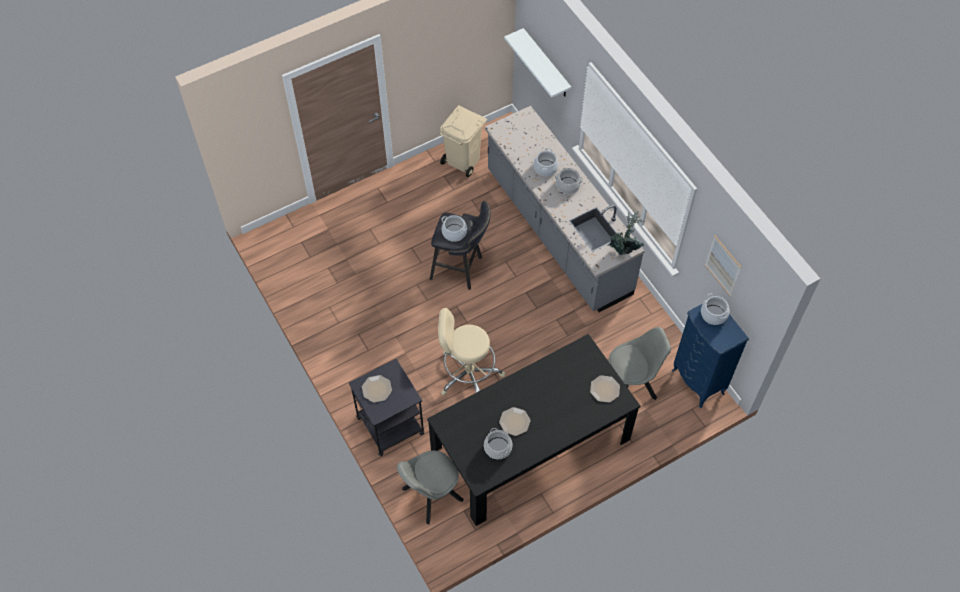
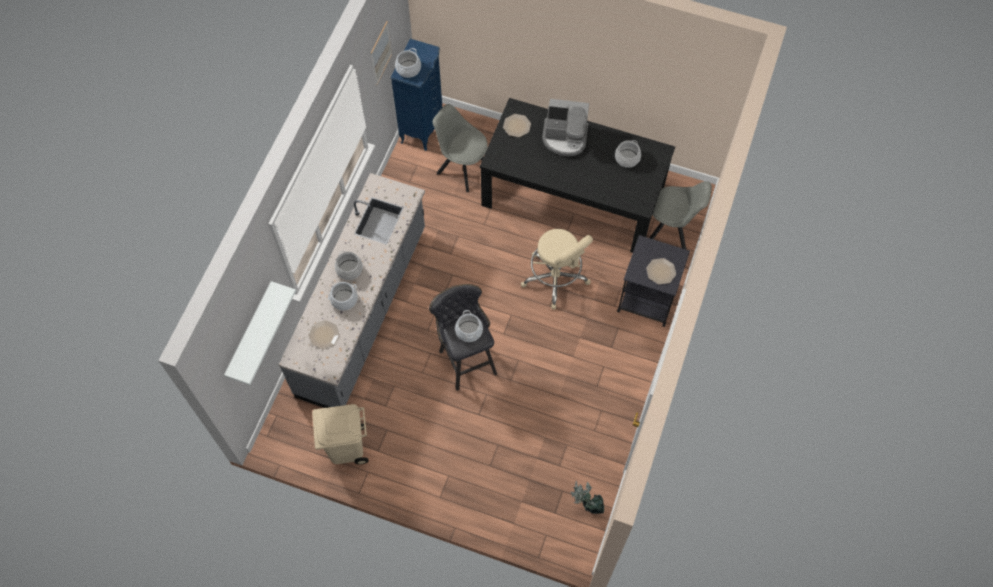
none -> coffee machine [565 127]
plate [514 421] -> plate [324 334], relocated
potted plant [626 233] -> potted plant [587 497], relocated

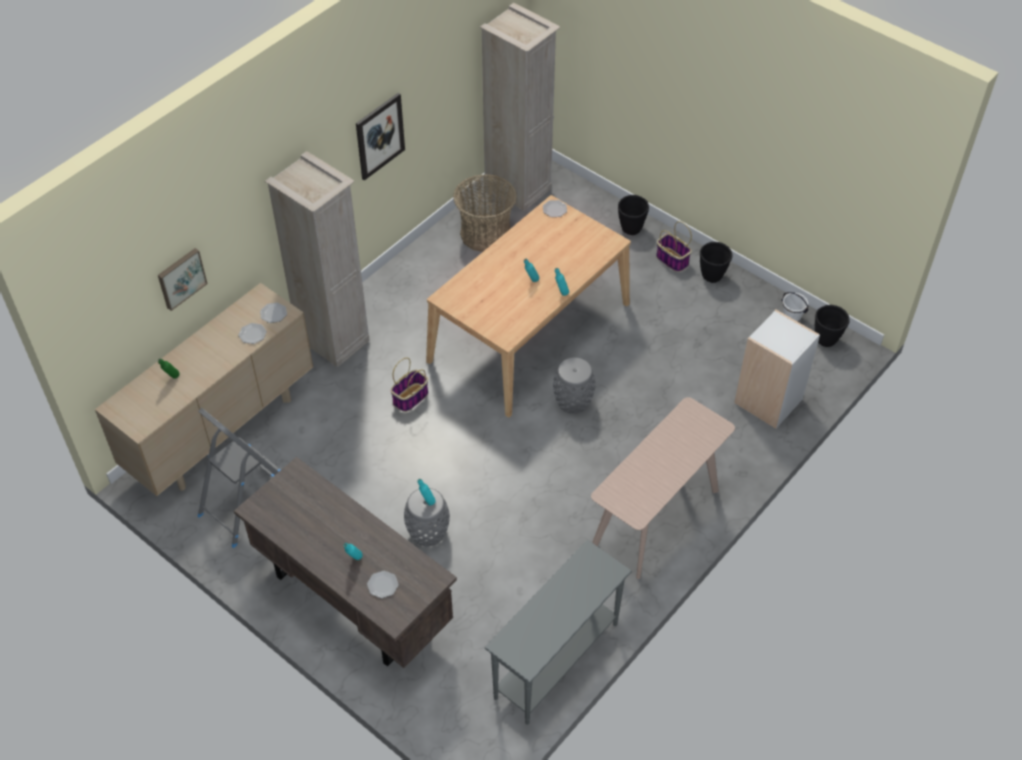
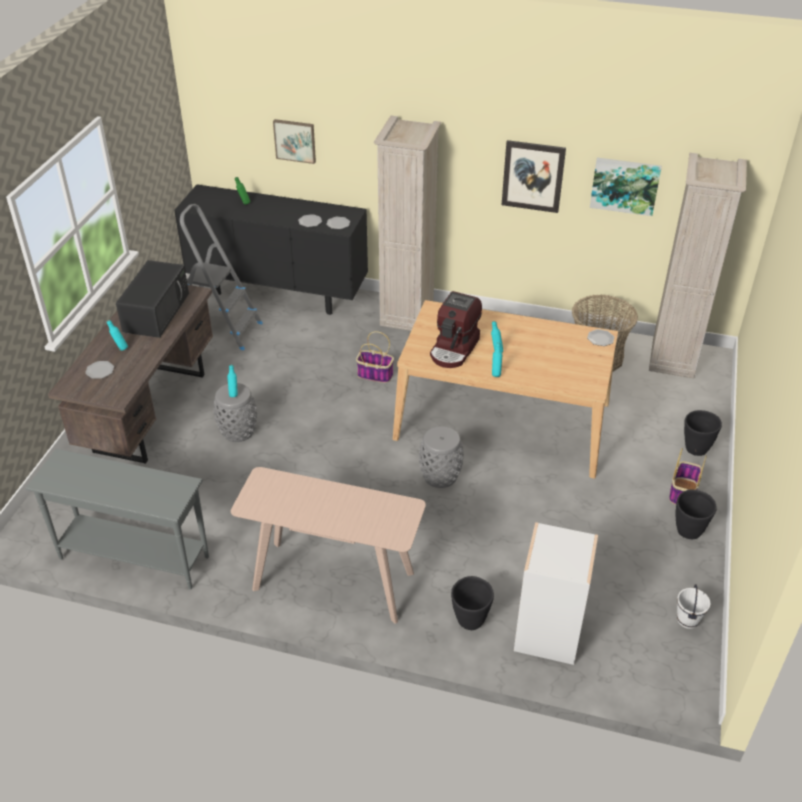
none -> black microwave [152 299]
none -> coffee machine [456 329]
none -> picture [626 187]
black planter [832 326] -> black planter [472 603], relocated
beige dresser [204 389] -> black dresser [271 250]

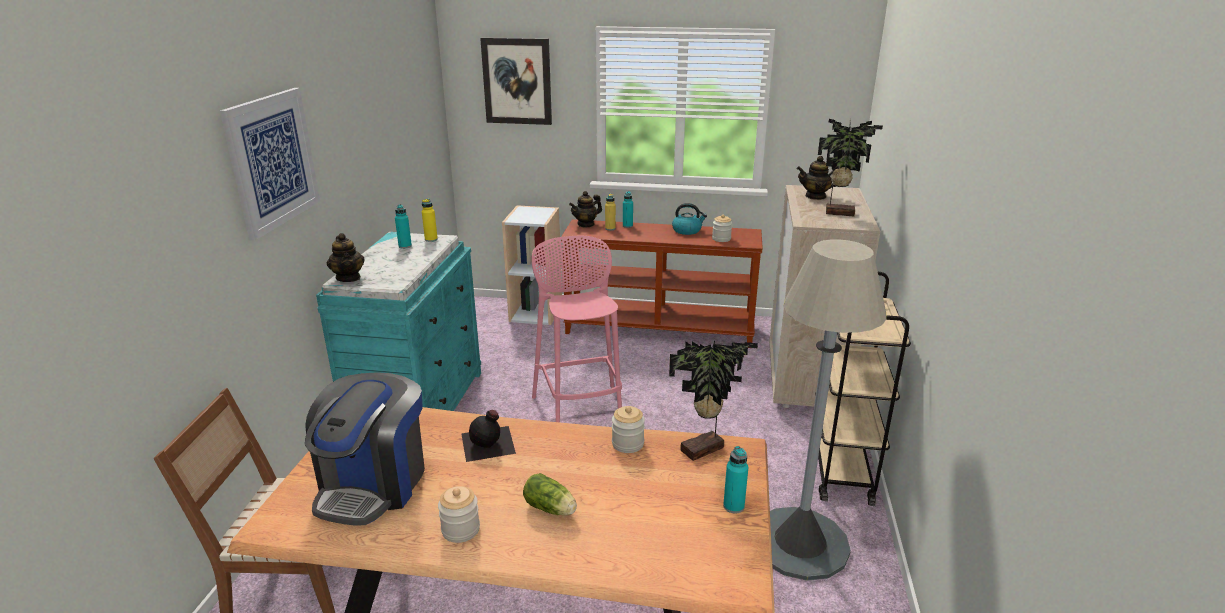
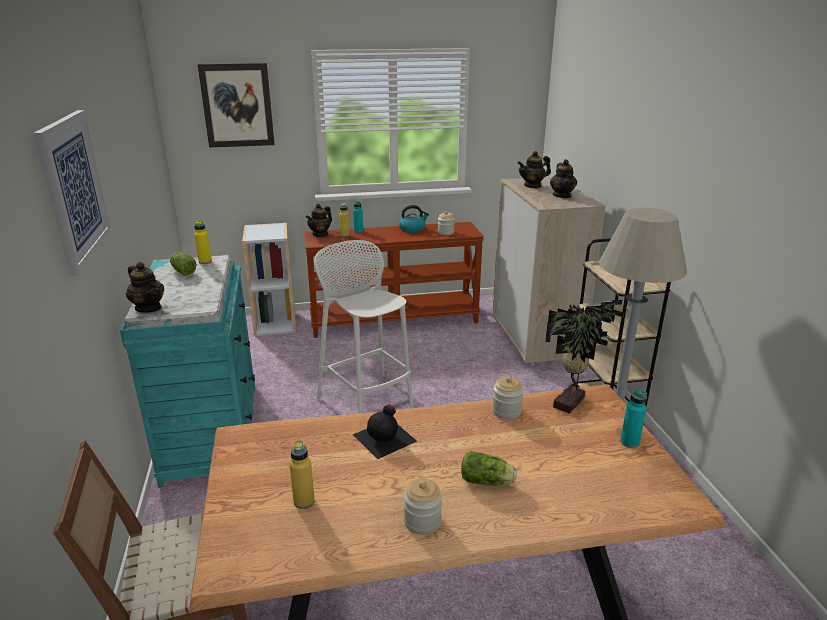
coffee machine [365 449] -> yellow bottle [302 474]
turquoise bottle [403 226] -> lettuce [183 263]
potted plant [850 168] -> teapot [563 178]
pink stool [576 329] -> white stool [364 327]

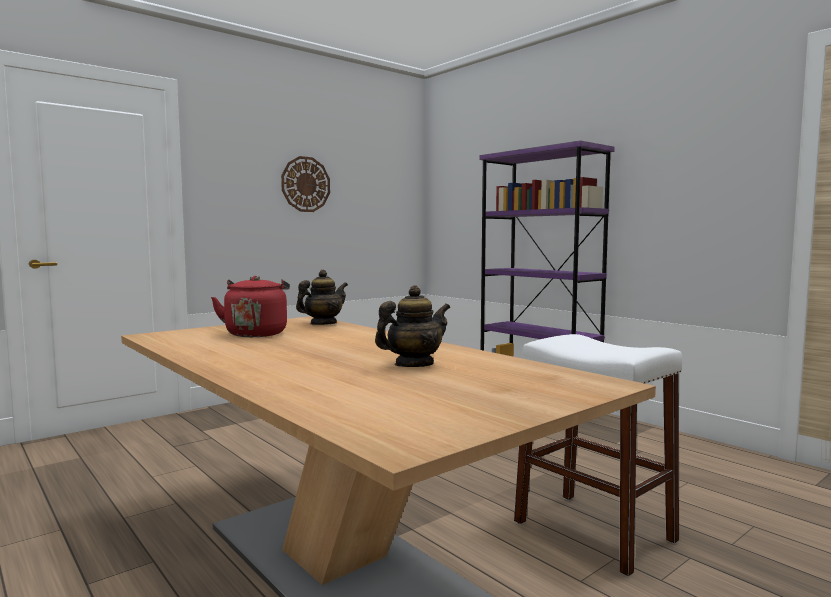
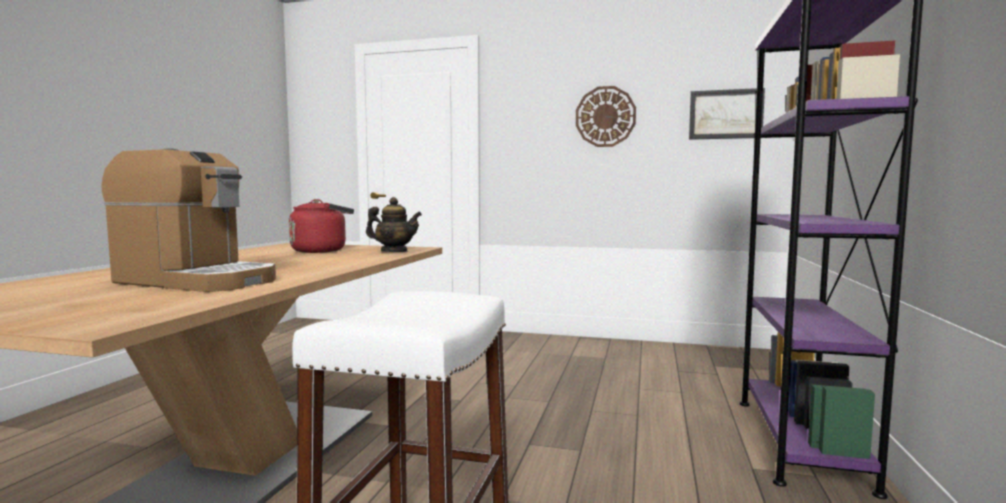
none -> picture [727 114]
teapot [412 326] -> coffee machine [188 220]

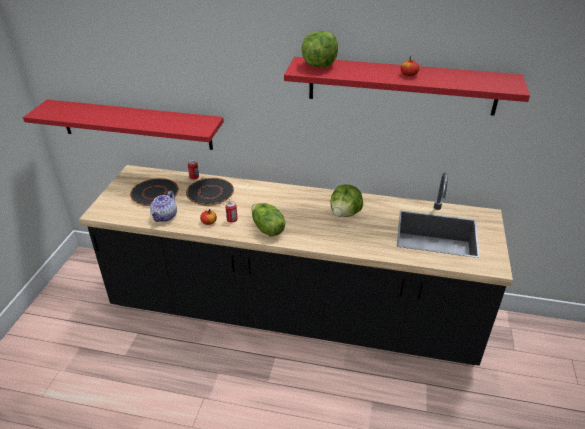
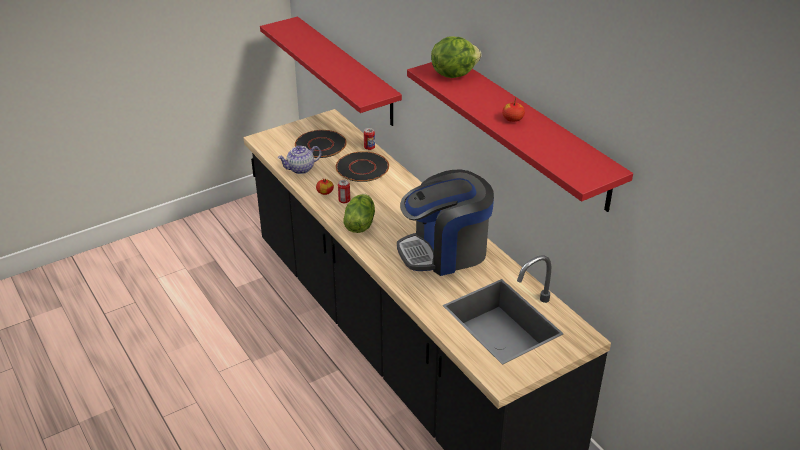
lettuce [346 200] -> coffee machine [445 222]

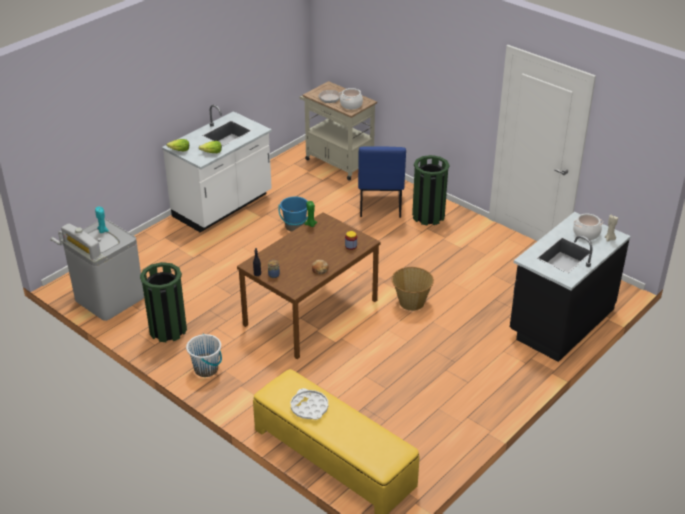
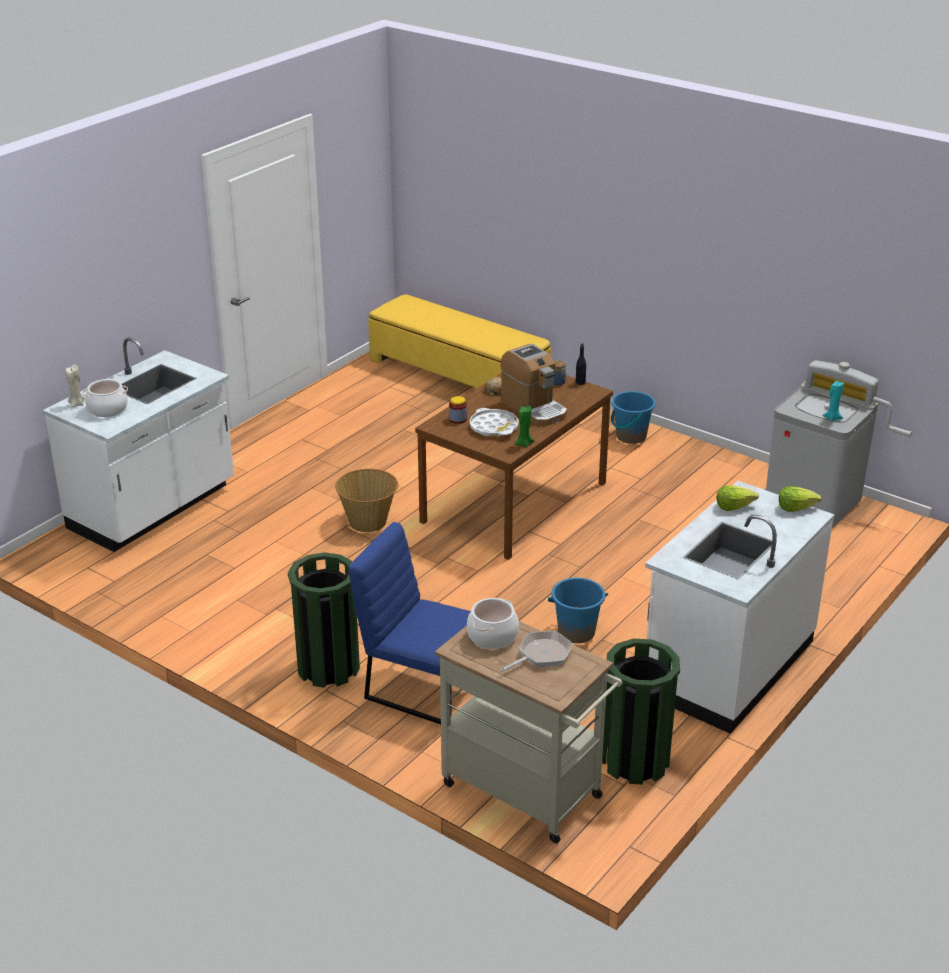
none -> coffee machine [534 385]
green trash can [163 302] -> green trash can [641 712], relocated
white tray [309 404] -> white tray [494 422], relocated
white bucket [204 355] -> blue bucket [633 417]
black counter [570 287] -> white counter [138 444]
blue chair [382 182] -> blue chair [410 623], 60 degrees counterclockwise

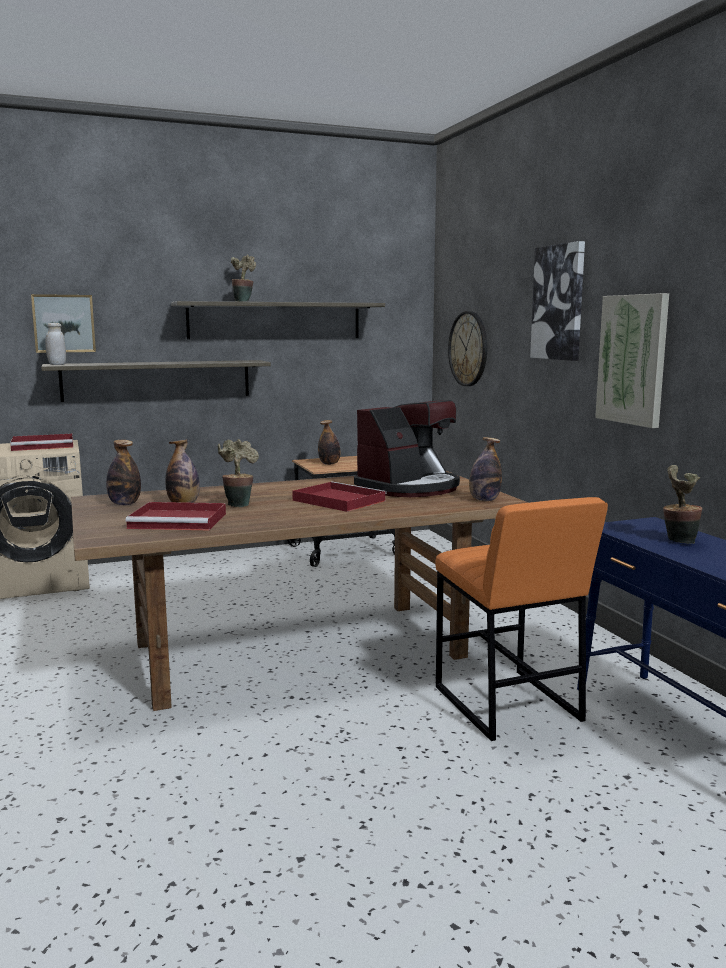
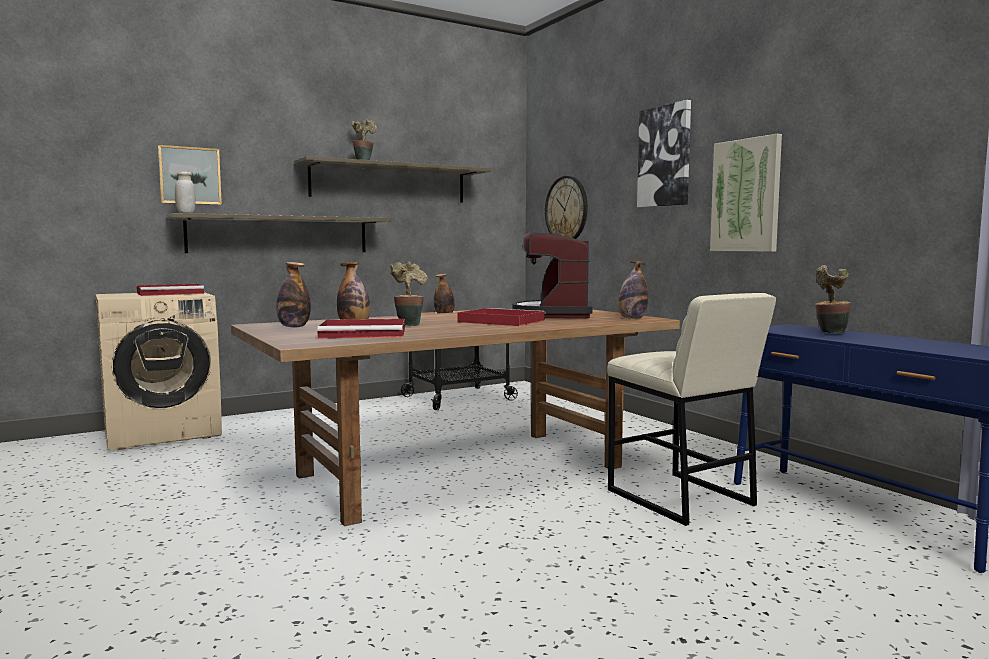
orange chair [521 619] -> beige chair [691 409]
coffee machine [407 448] -> coffee machine [552 275], 150 degrees clockwise

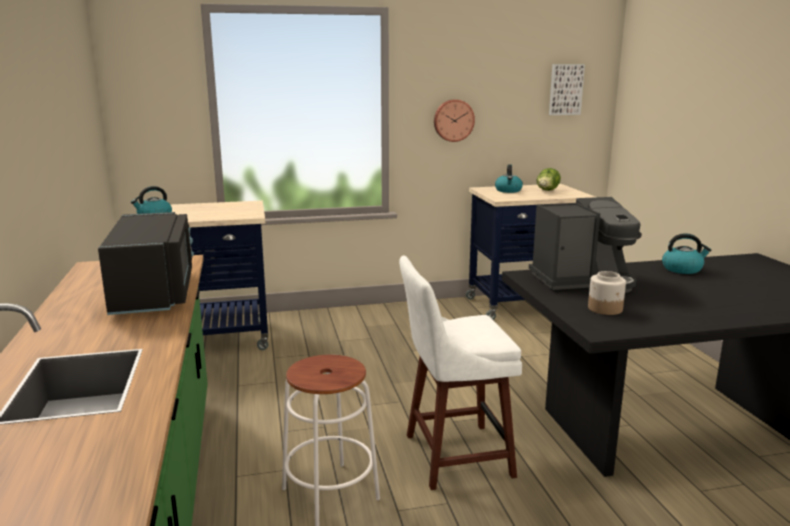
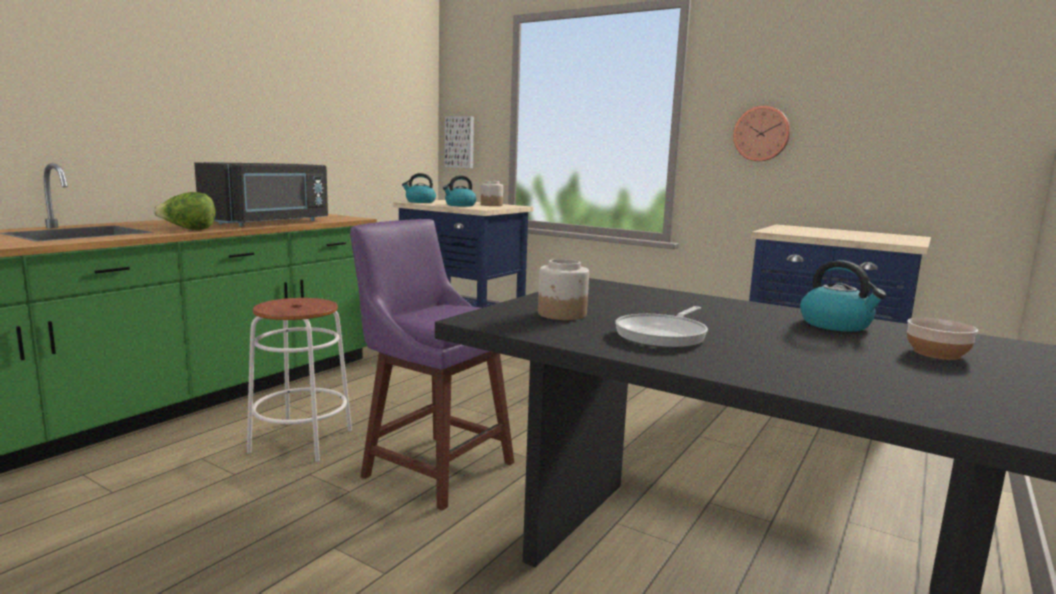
coffee machine [585 245] -> none
none -> jar [492 193]
none -> frying pan [661 327]
none -> bowl [942 339]
kettle [509 178] -> kettle [459 191], relocated
lettuce [548 179] -> lettuce [184 211], relocated
picture [567 89] -> picture [459 142], relocated
white chair [460 373] -> purple chair [432 365]

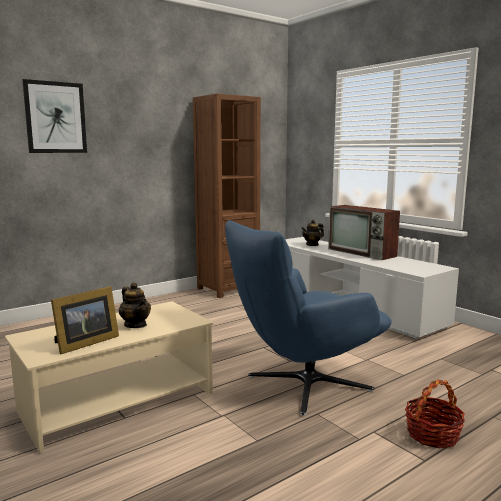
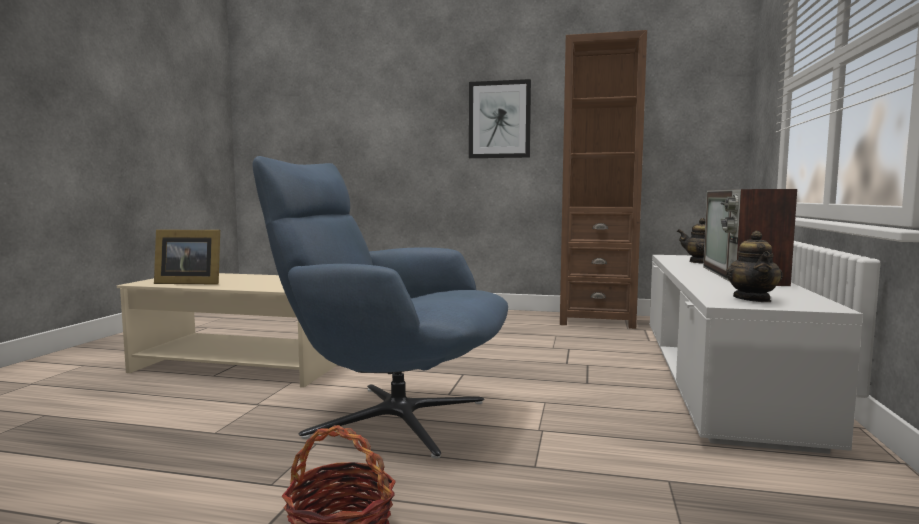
picture [54 116] -> picture [500 118], relocated
teapot [135 305] -> teapot [754 266], relocated

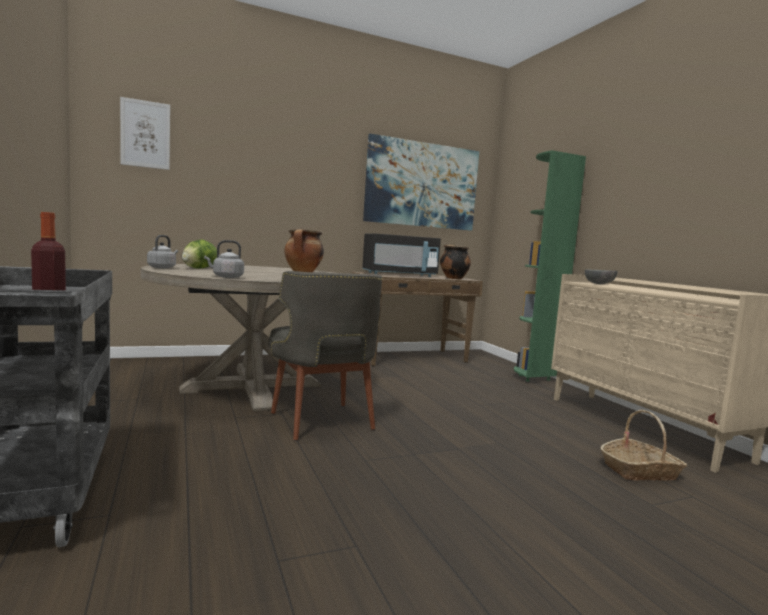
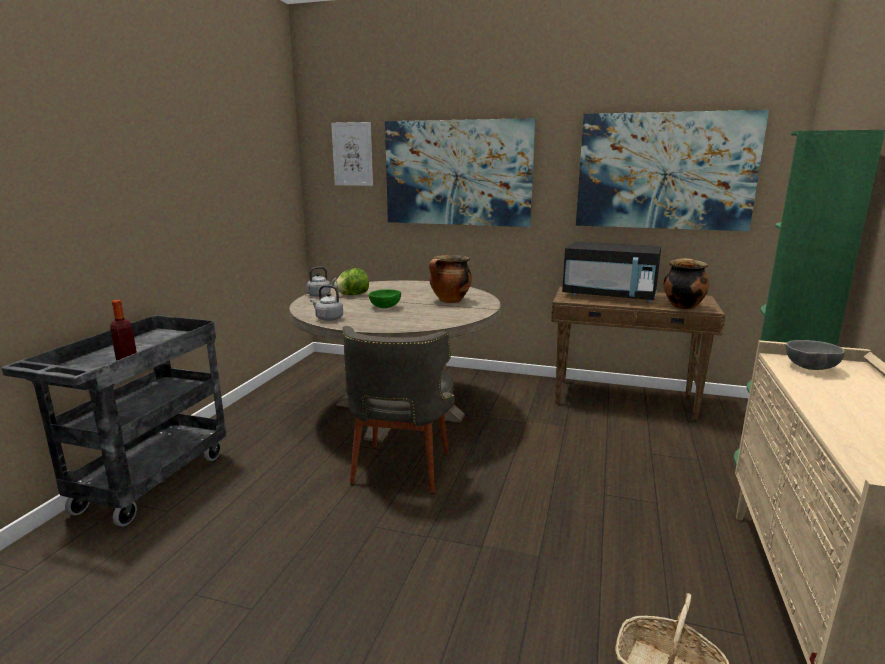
none -> green bowl [385 298]
none -> picture [460 172]

